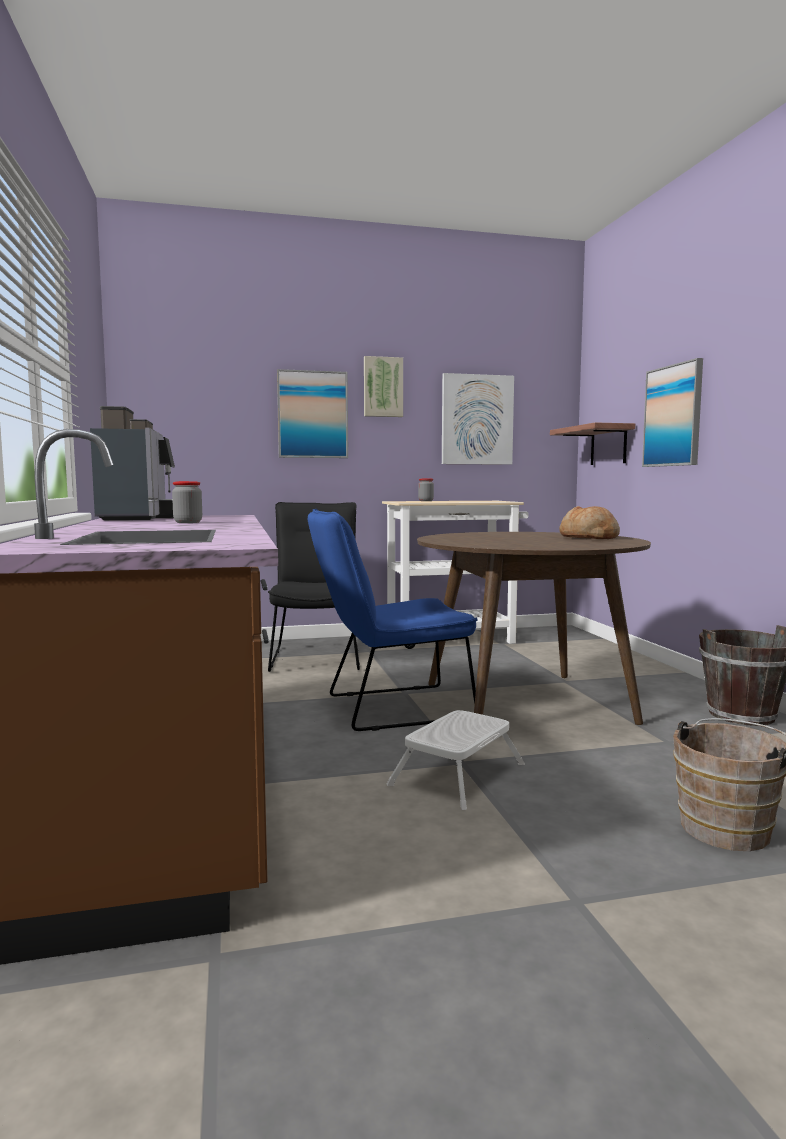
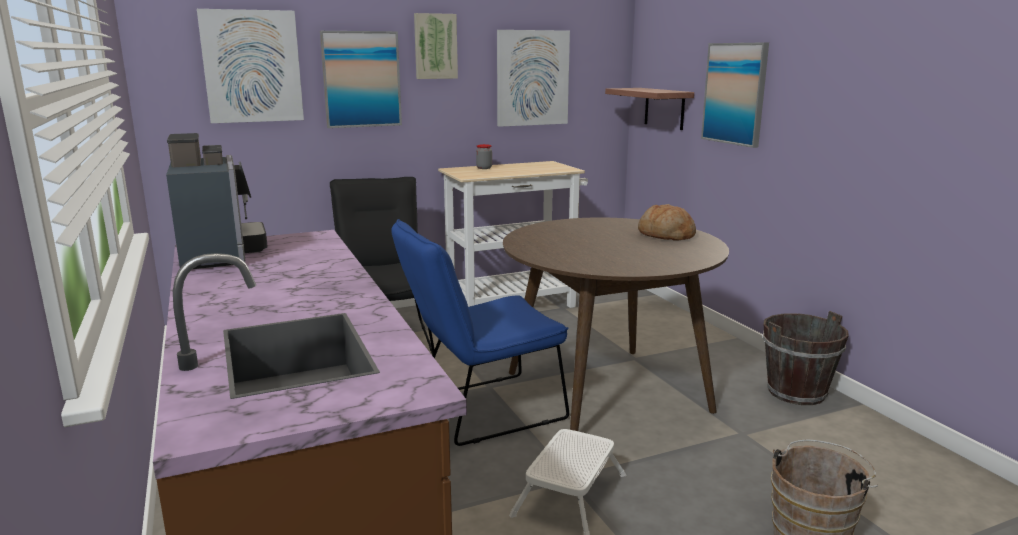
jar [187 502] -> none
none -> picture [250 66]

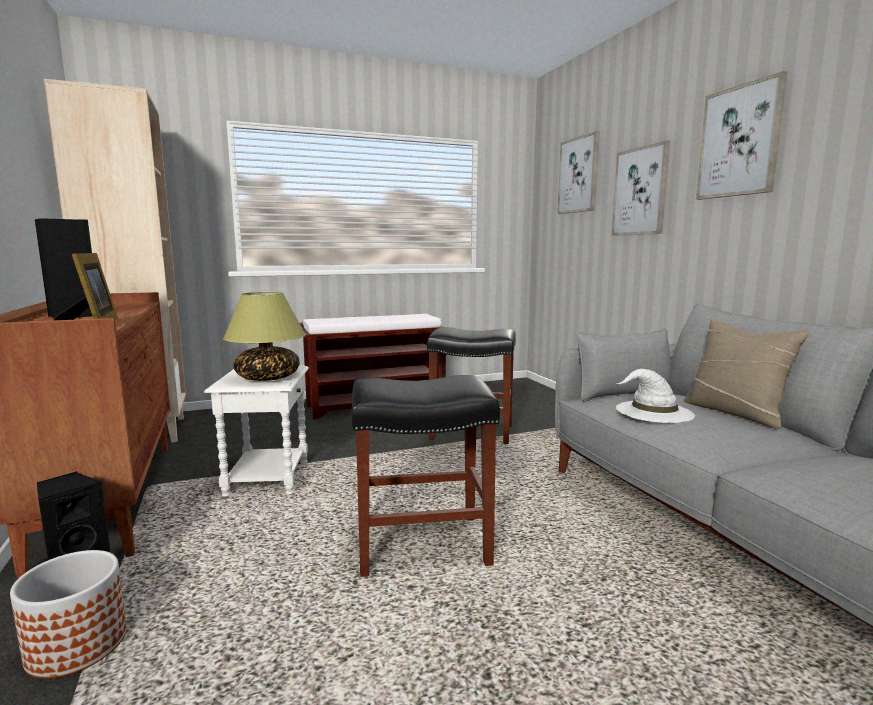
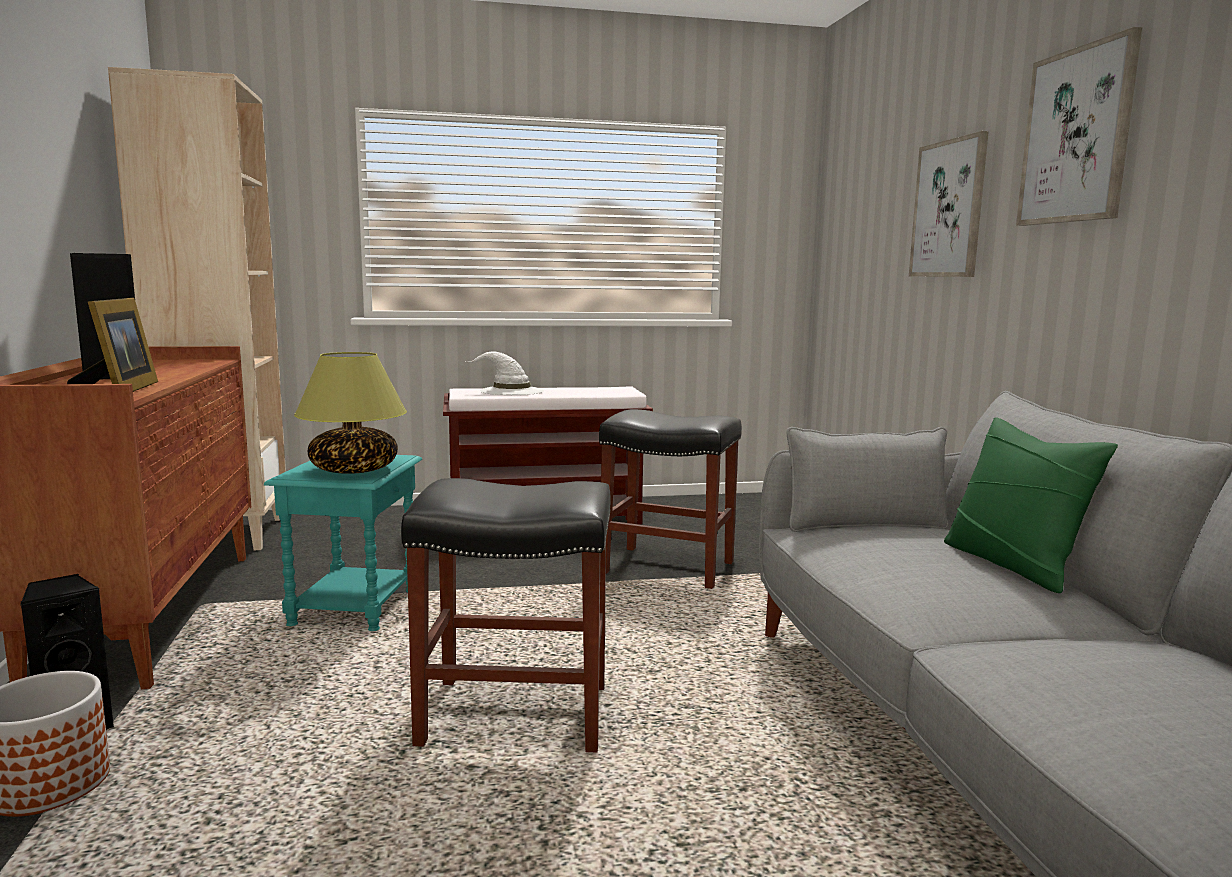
picture [578 172] -> none
white hat [655 396] -> white hat [504 373], relocated
white side table [256 431] -> turquoise side table [343 543]
beige pillow [746 374] -> green pillow [1031 505]

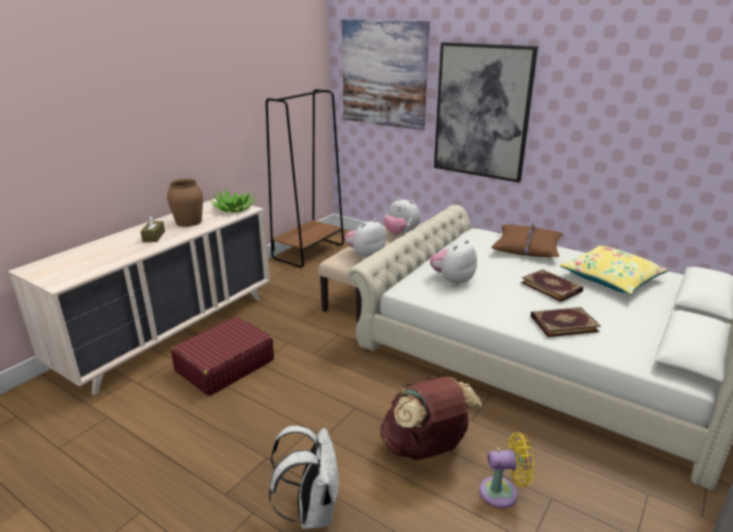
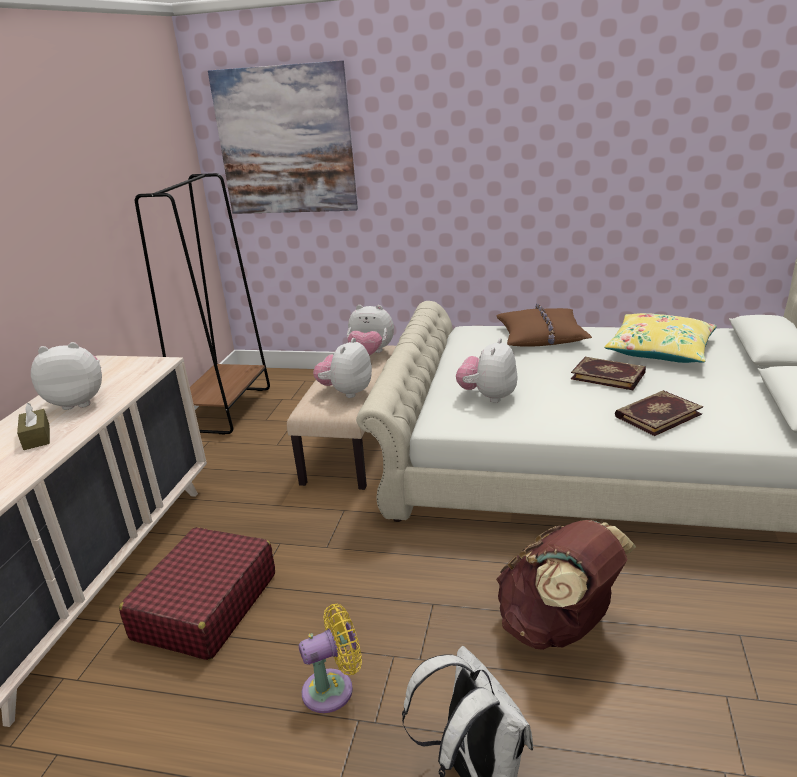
potted plant [233 201] -> none
picture [486 112] -> none
yellow fan [507 470] -> yellow fan [330 658], relocated
brown vase [185 202] -> plush toy [66 376]

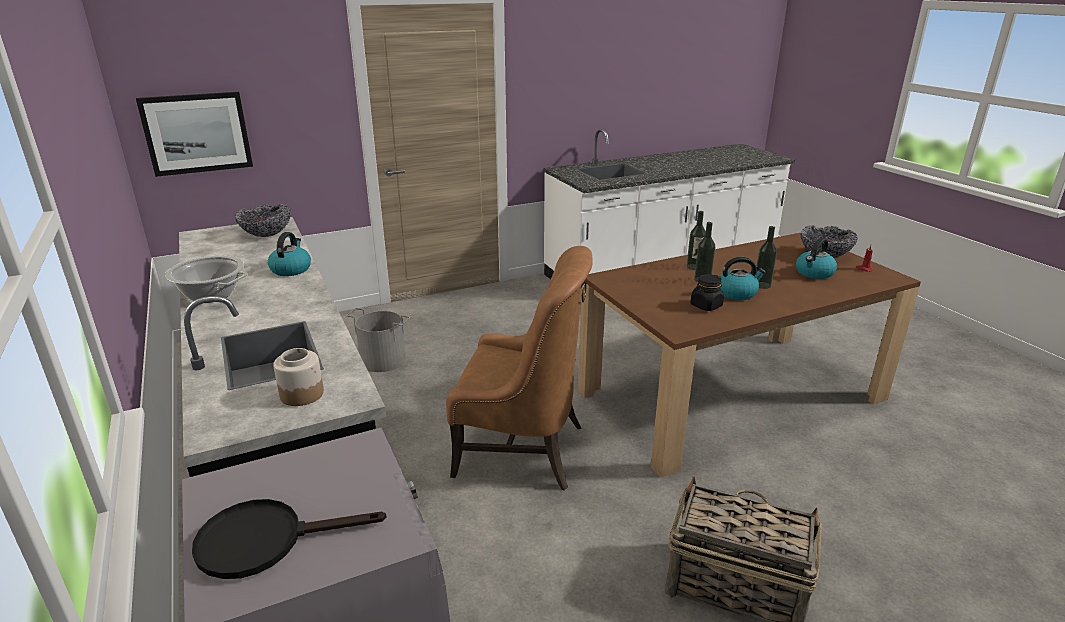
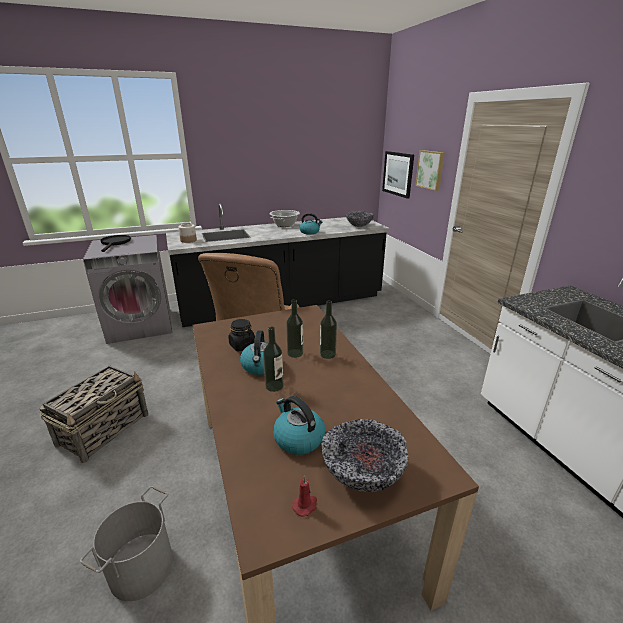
none -> picture [430 170]
grey bucket [378 340] -> grey bucket [126 543], relocated

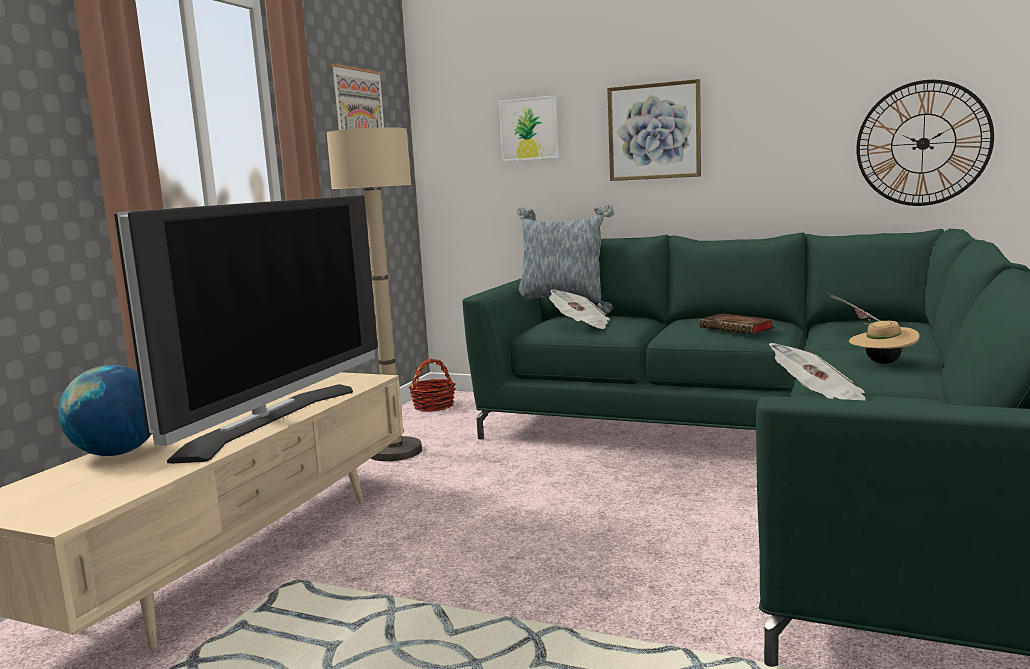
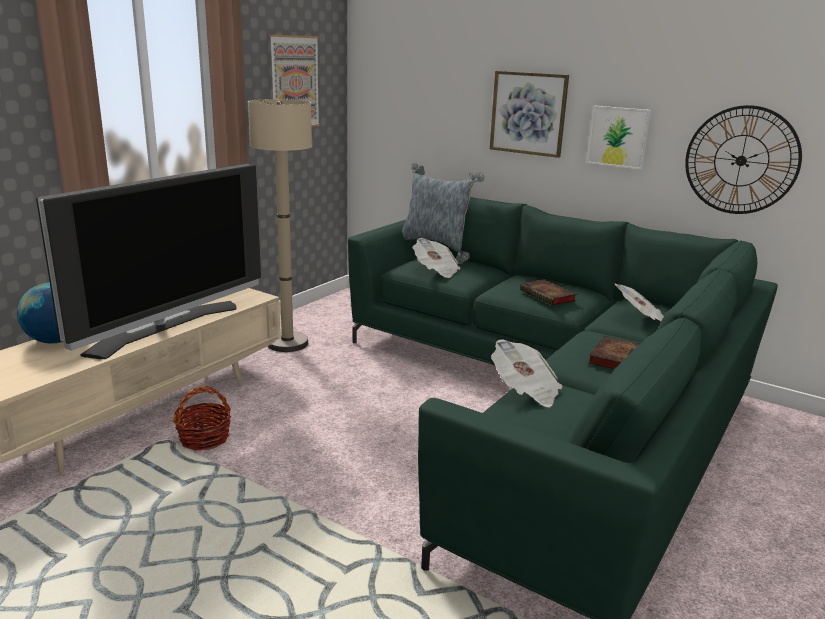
basket [432 385] -> basket [202 418], relocated
picture [529 128] -> picture [619 138], relocated
beige hat [884 341] -> book [614 353]

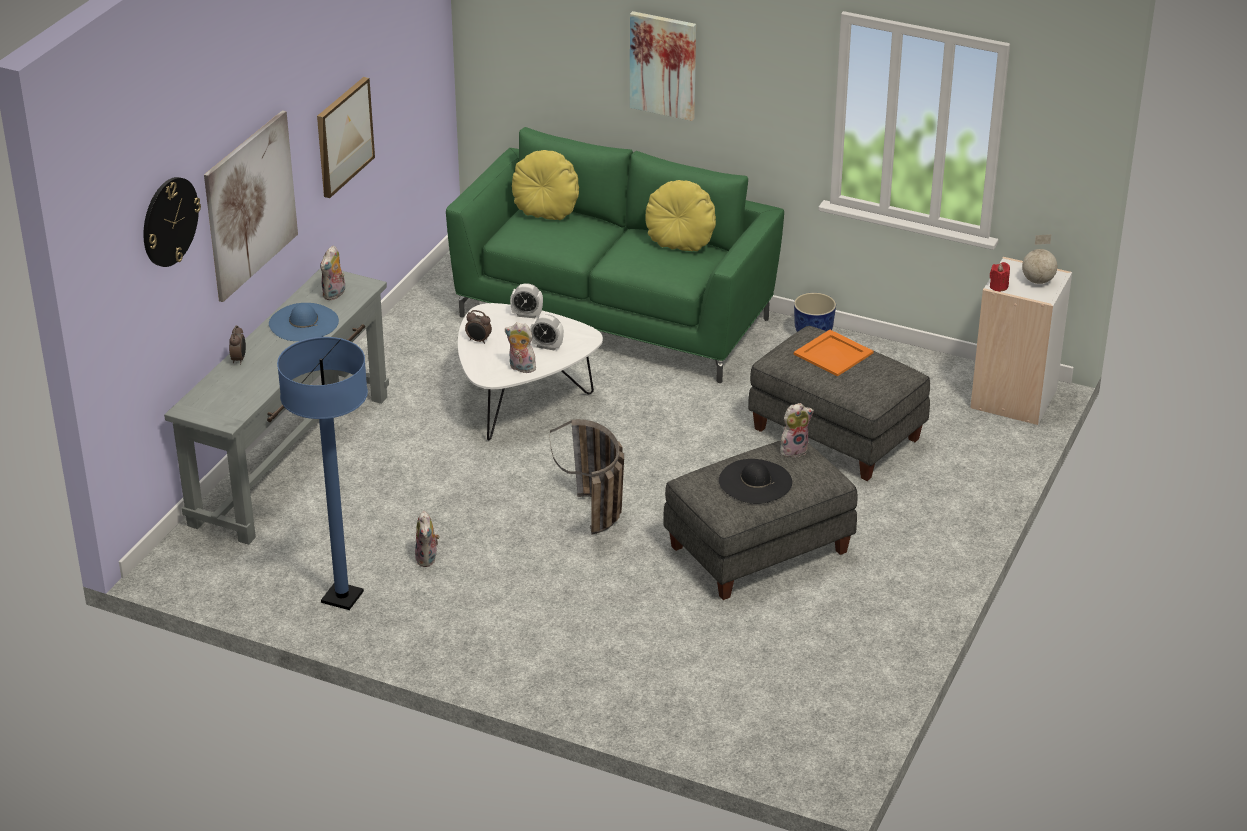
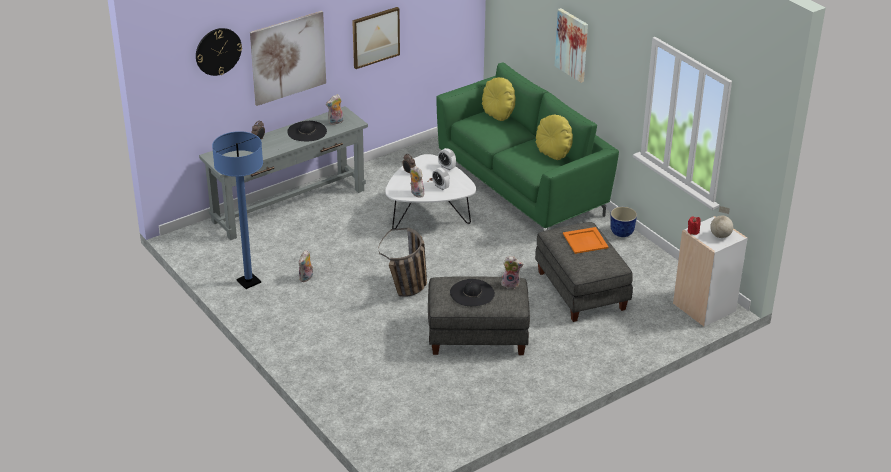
blue hat [304 322] -> black hat [307 131]

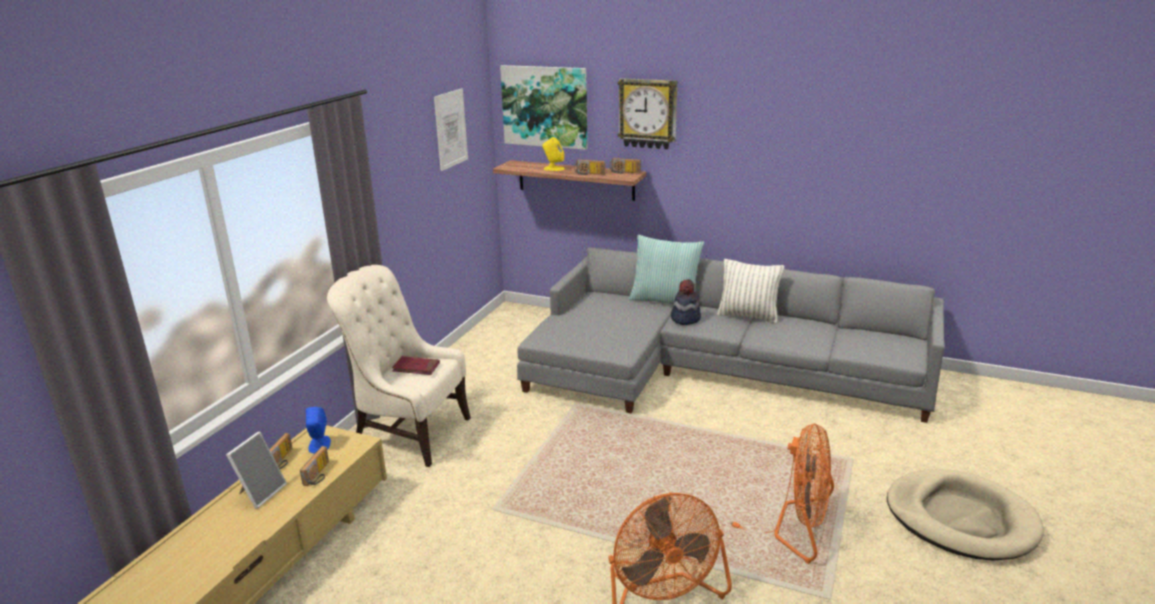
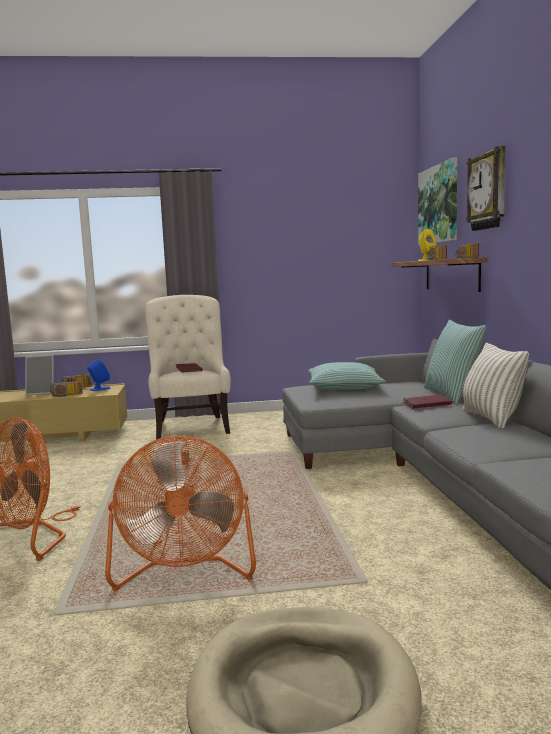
picture [451 129] -> none
none -> pillow [346 376]
hat [686 302] -> red book [427 402]

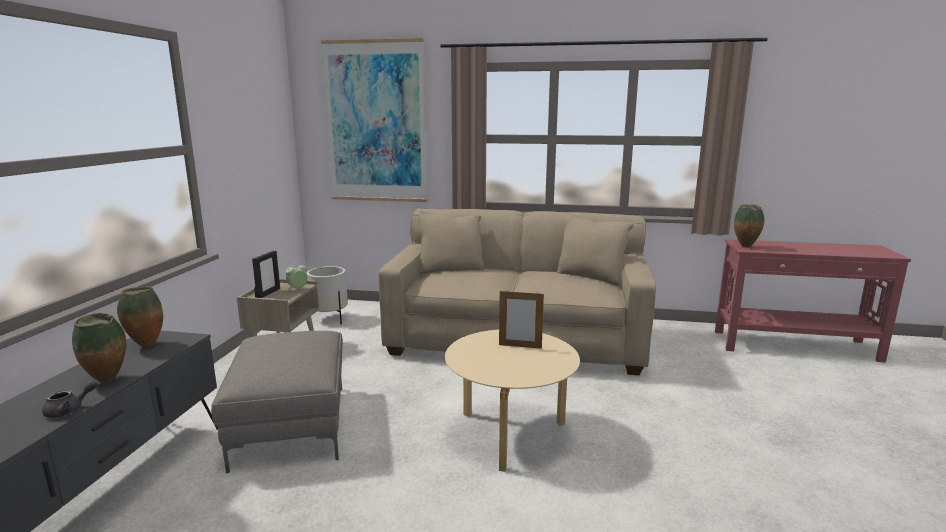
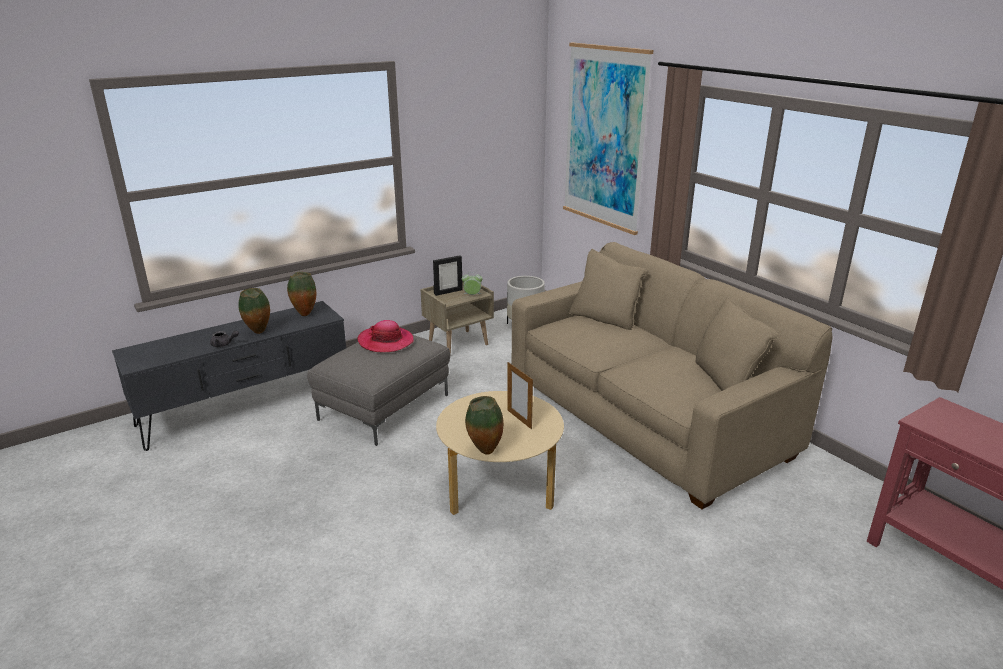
none -> hat [385 336]
vase [749 225] -> vase [484 425], relocated

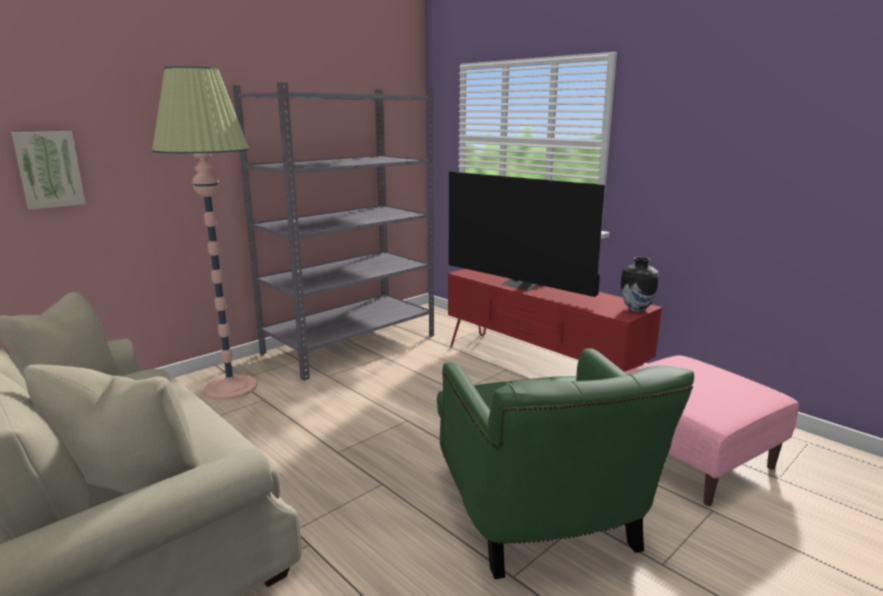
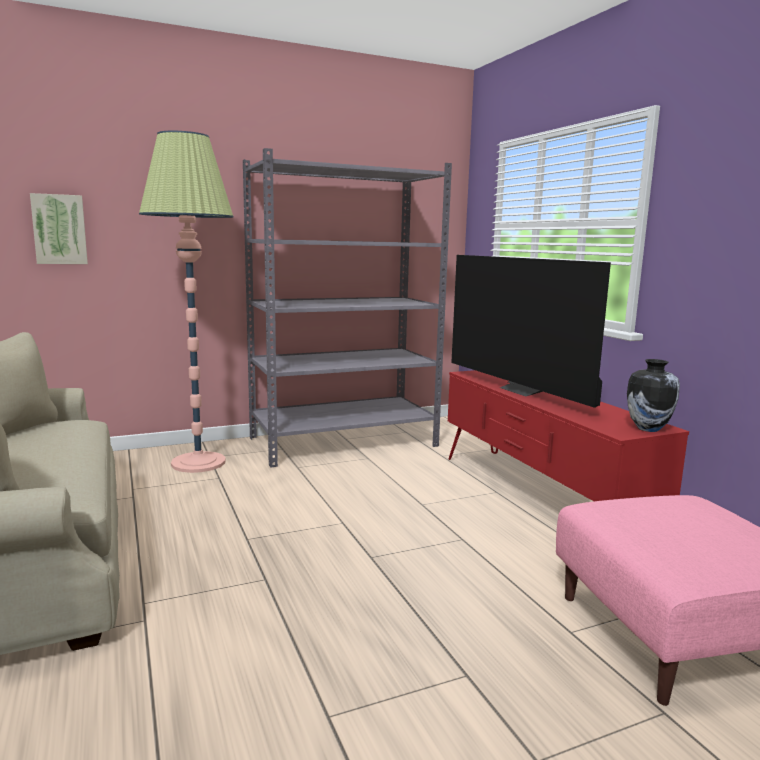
green armchair [565 463] -> none

